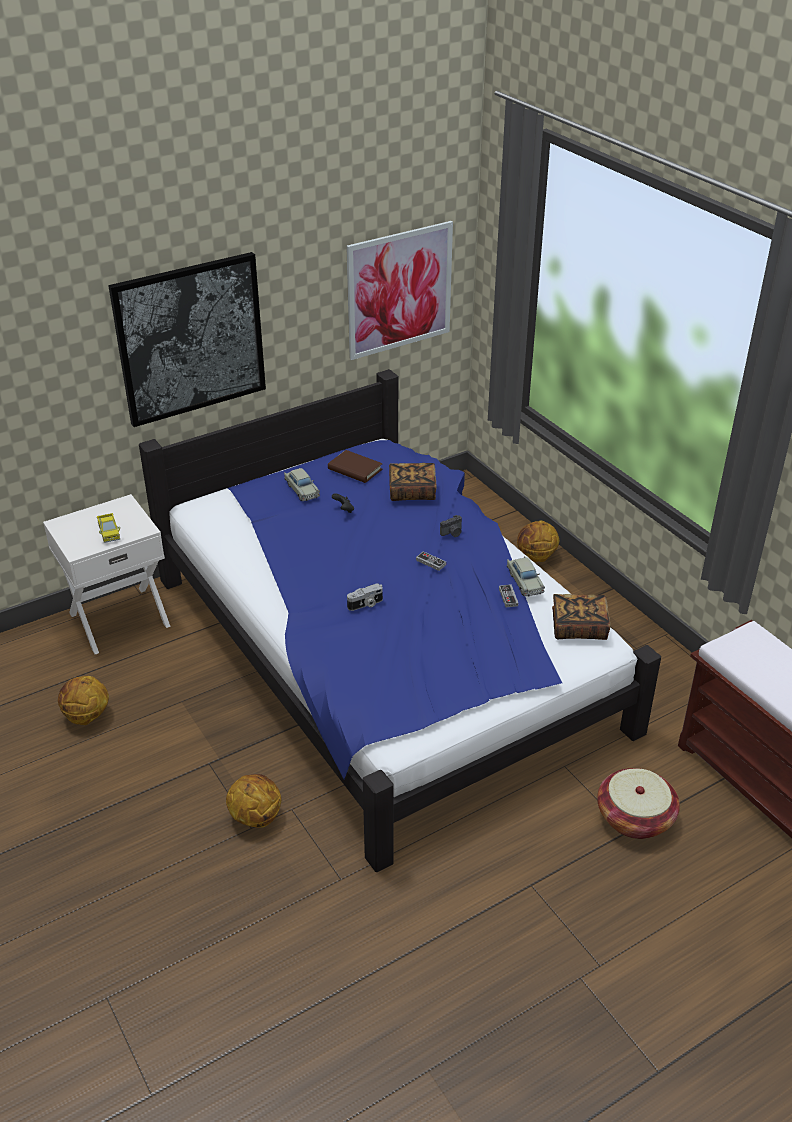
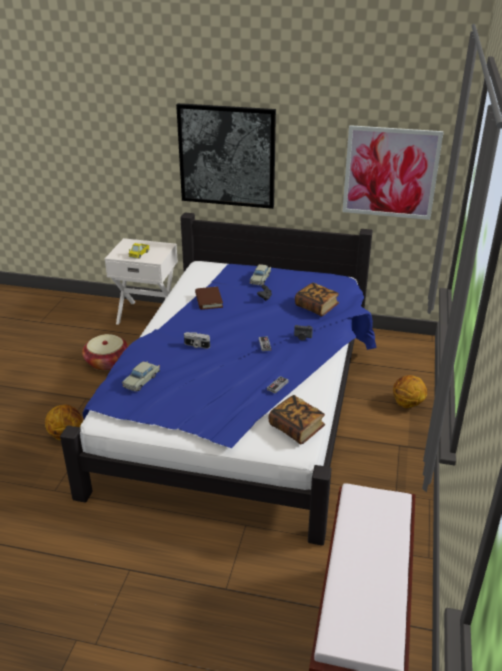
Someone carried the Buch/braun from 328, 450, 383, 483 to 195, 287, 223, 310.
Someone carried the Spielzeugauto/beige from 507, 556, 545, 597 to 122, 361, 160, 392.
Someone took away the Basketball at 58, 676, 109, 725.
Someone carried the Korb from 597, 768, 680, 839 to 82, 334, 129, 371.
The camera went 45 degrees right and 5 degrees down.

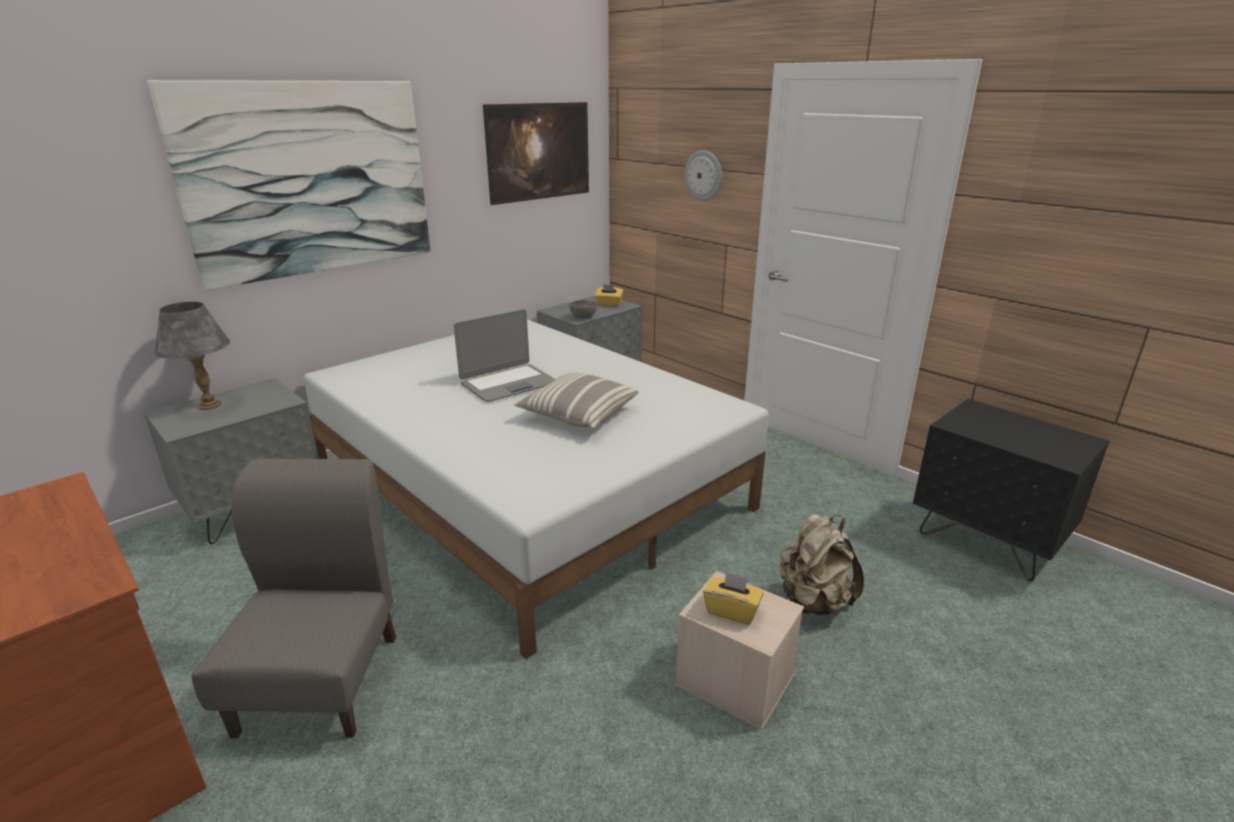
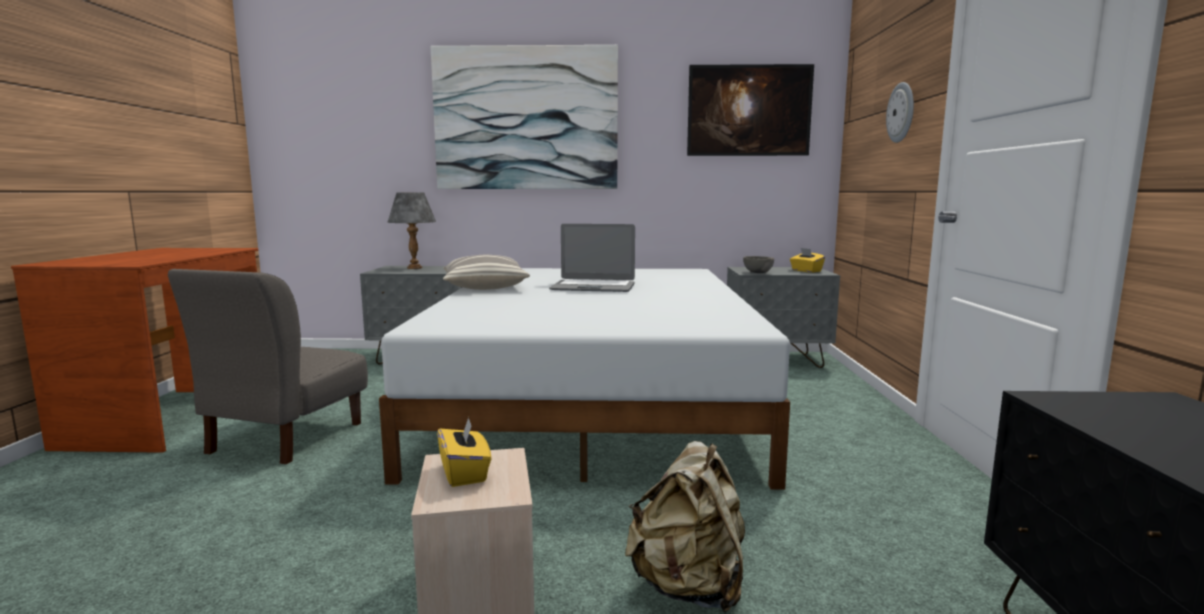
Someone carried the Kissen from 514, 372, 639, 429 to 443, 255, 530, 290.
Someone rotated the Stuhl/grau at 191, 458, 396, 738 by 150 degrees clockwise.
The camera went 45 degrees right and 15 degrees down.

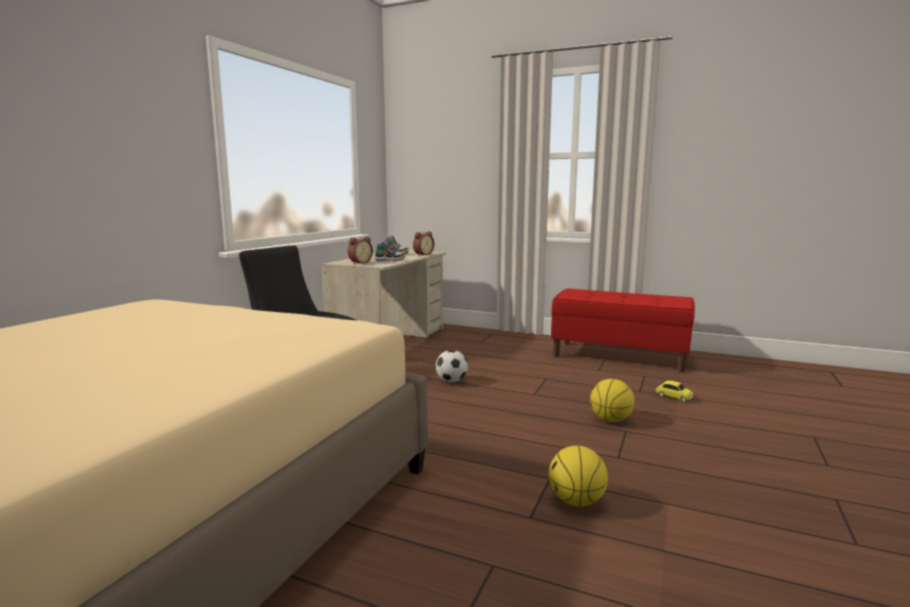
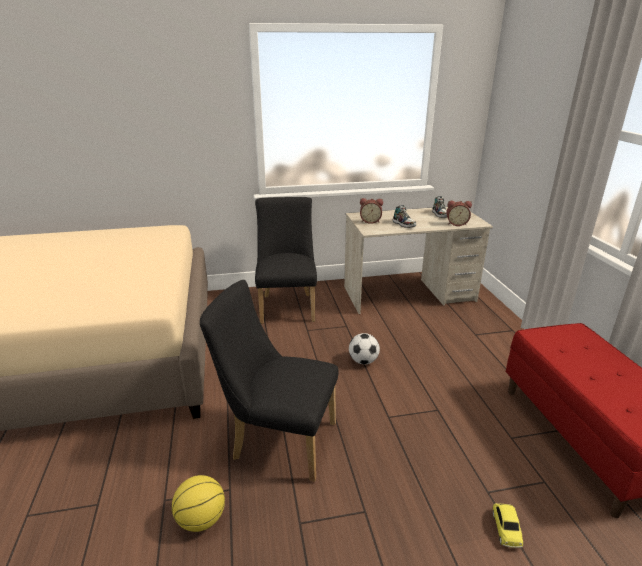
Someone took away the Basketball at 590, 379, 635, 422.
Someone put down the Stuhl/schwarz at 200, 280, 339, 482.
The camera went 55 degrees right and 15 degrees up.

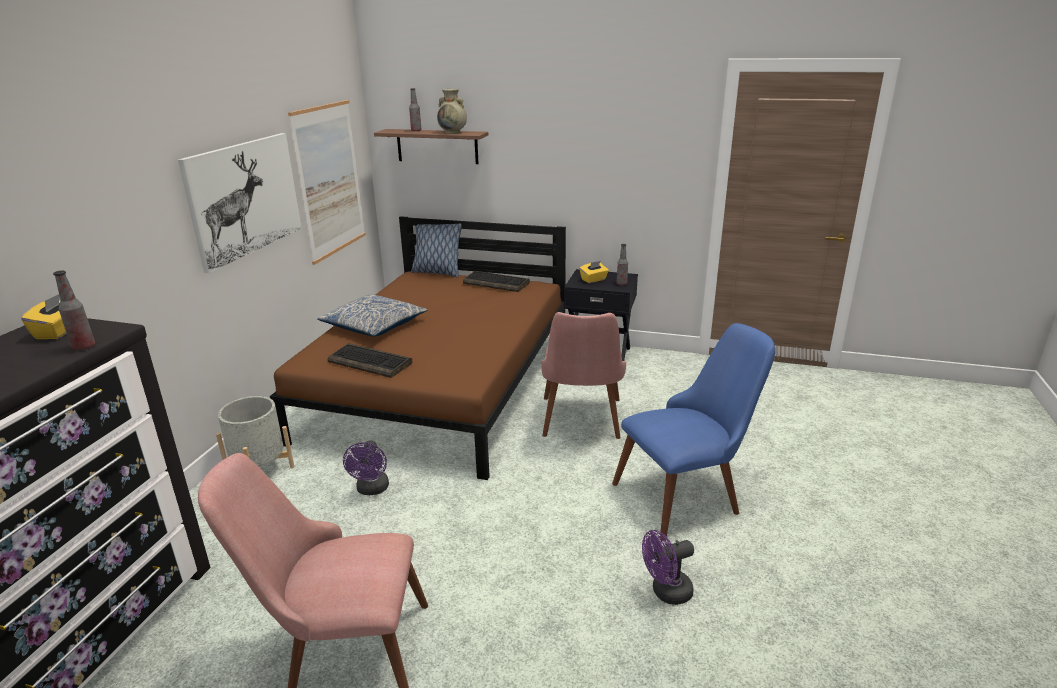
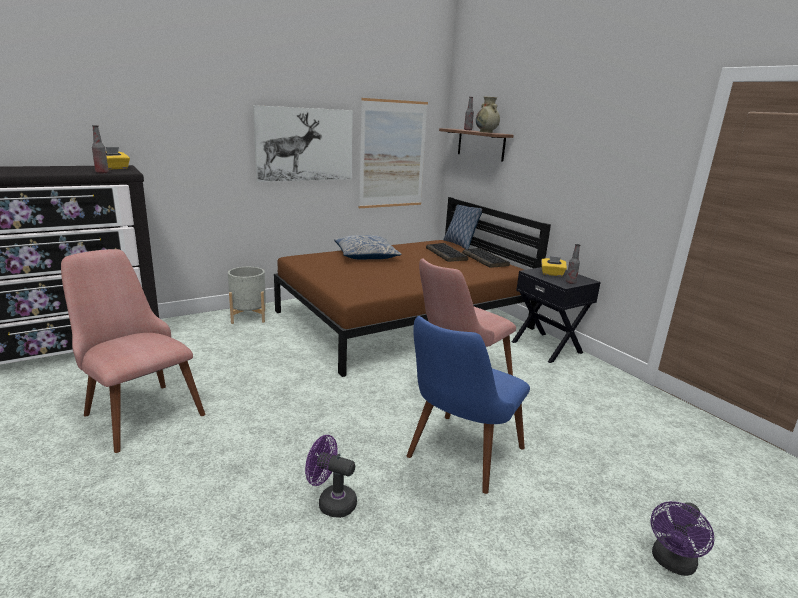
Someone rotated the Stuhl/blau at 612, 323, 775, 540 by 105 degrees clockwise.
Someone carried the Tastatur from 328, 343, 412, 378 to 426, 243, 468, 262.
Someone carried the Ventilator/lila from 343, 440, 389, 495 to 650, 501, 714, 576.
The camera went 40 degrees right and 5 degrees down.

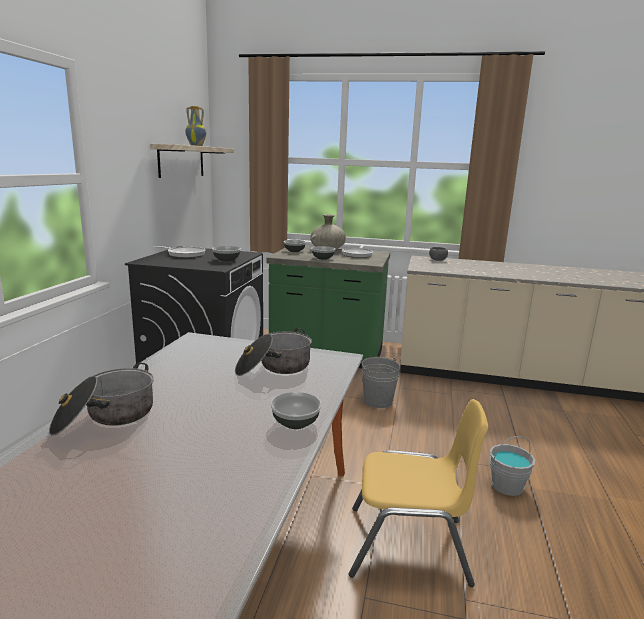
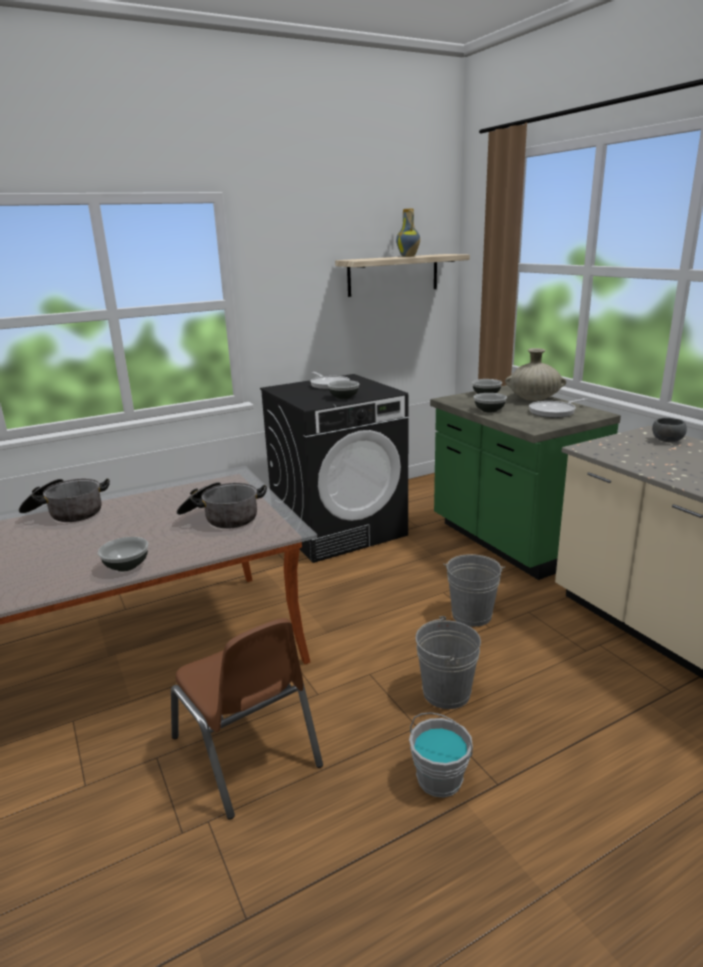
Someone repainted the Stuhl/gelb at 349, 399, 488, 587, which became the Stuhl/braun at 171, 618, 323, 820.
Someone put down the Eimer/grau at 415, 616, 481, 709.
The camera went 50 degrees right and 5 degrees up.

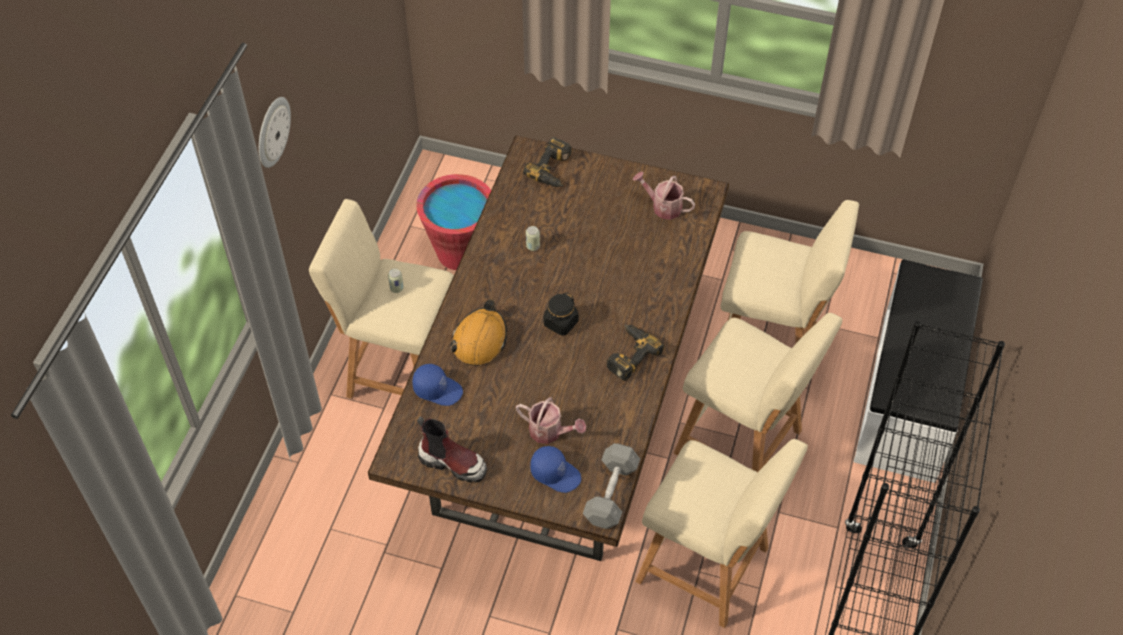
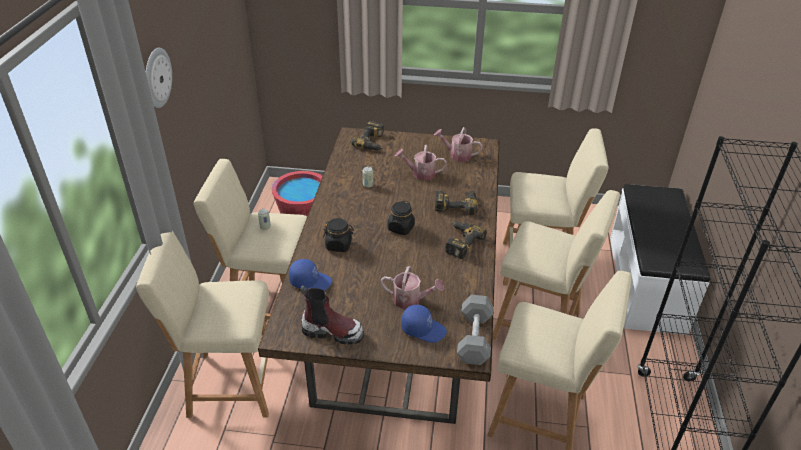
Someone swapped the Schutzhelm/orange at 450, 299, 507, 366 for the Vorratsglas/schwarz at 323, 218, 354, 252.
Someone put down the Gießkanne at 395, 145, 447, 181.
Someone put down the Bohrmaschine at 435, 190, 478, 215.
Someone put down the Hocker/beige at 136, 231, 269, 418.
The camera went 10 degrees left and 15 degrees down.

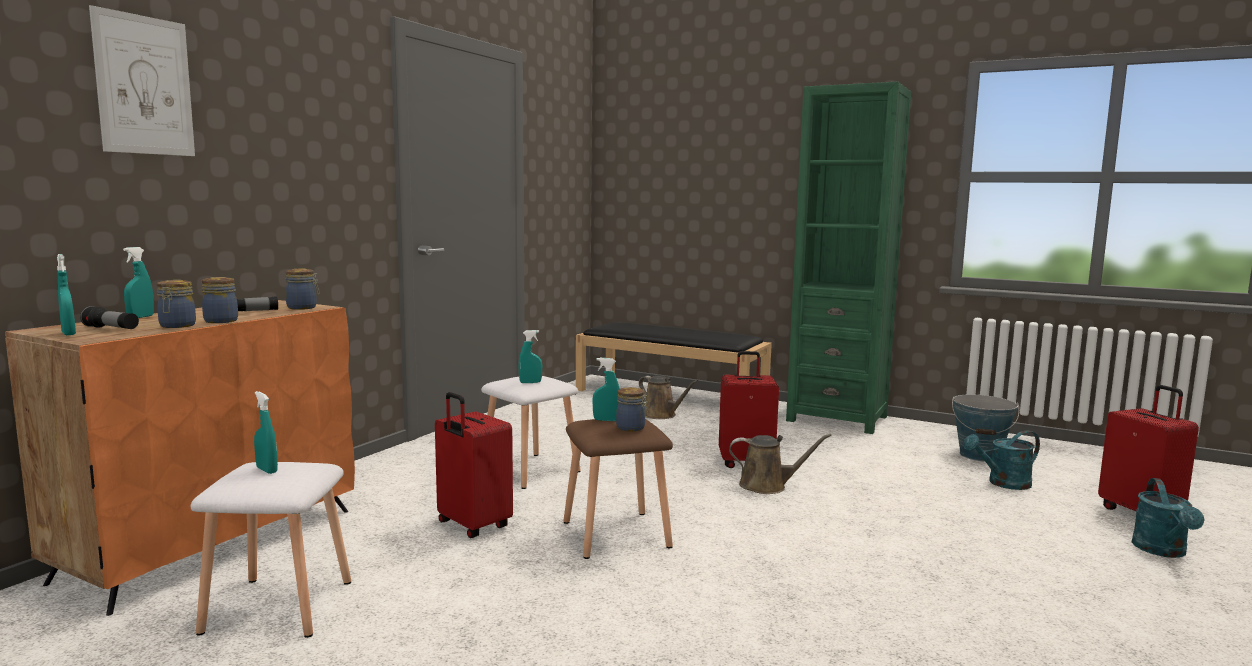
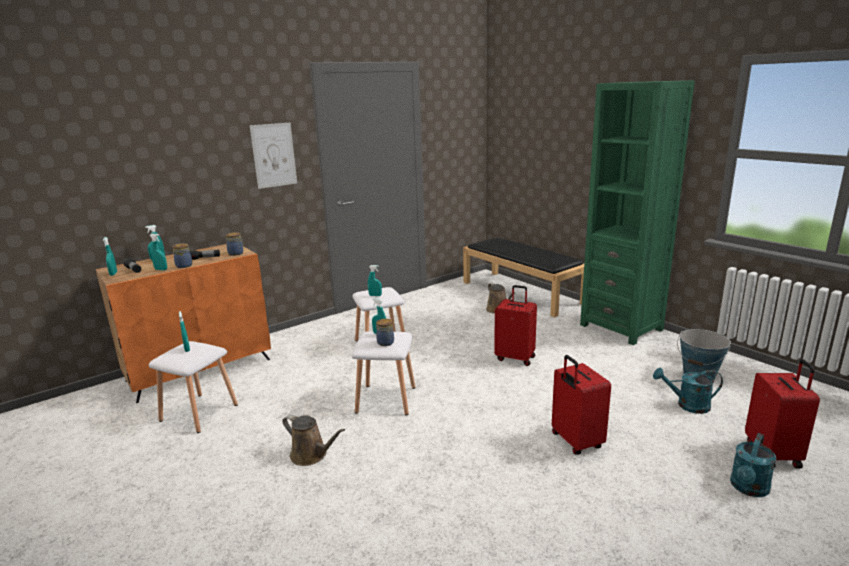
Someone carried the Bild from 89, 5, 195, 156 to 250, 123, 297, 189.
Someone swapped the Vorratsglas at 157, 280, 196, 328 for the Sprühflasche/türkis at 150, 234, 167, 271.
Someone carried the Koffer/rot from 435, 392, 513, 538 to 552, 355, 611, 455.
Someone repainted the Hocker/braun at 563, 419, 673, 559, which became the Hocker/weiß at 351, 331, 415, 415.
Someone carried the Gießkanne/braun from 729, 433, 832, 494 to 283, 414, 345, 466.
The camera went 25 degrees right and 10 degrees up.

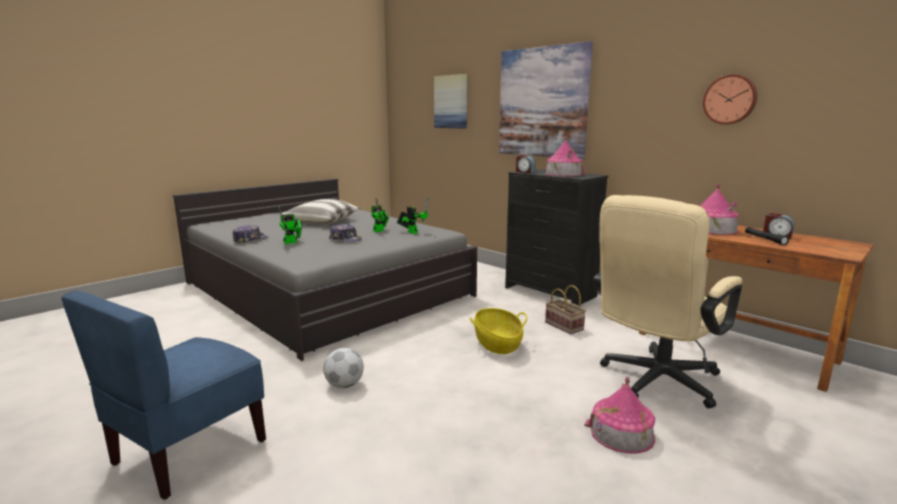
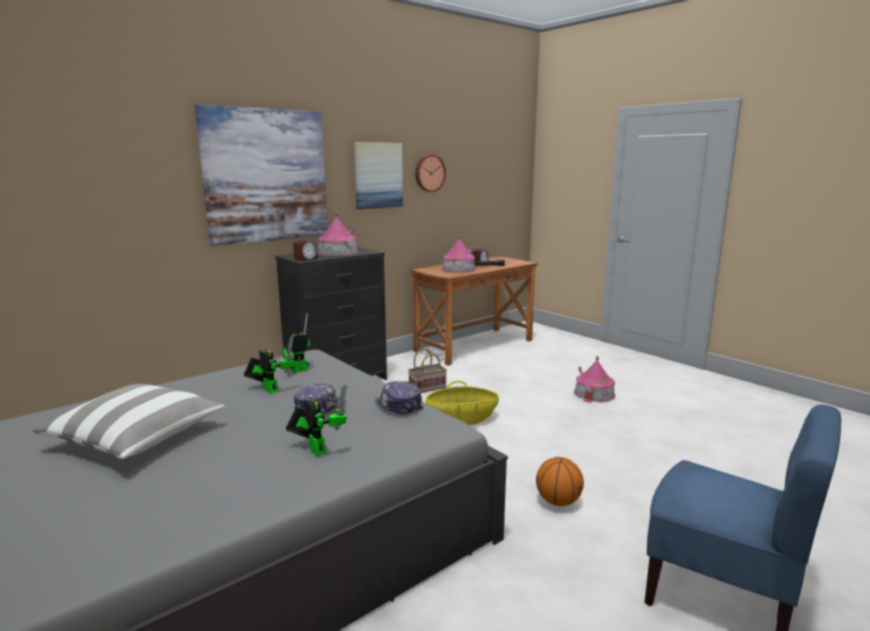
Someone carried the Bild from 434, 74, 467, 129 to 354, 142, 403, 209.
Someone took away the Bürostuhl/beige at 593, 195, 742, 408.
Someone carried the Kappe from 232, 225, 268, 244 to 375, 381, 423, 414.
Someone swapped the Fußball at 323, 348, 364, 389 for the Basketball at 536, 457, 584, 506.
The camera went 85 degrees left and 0 degrees up.

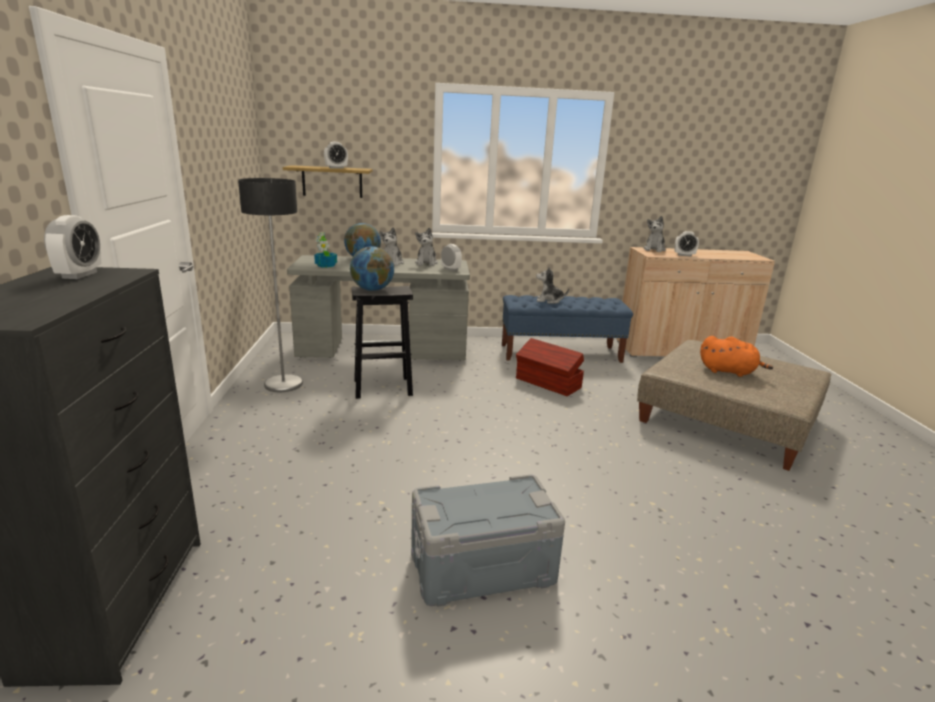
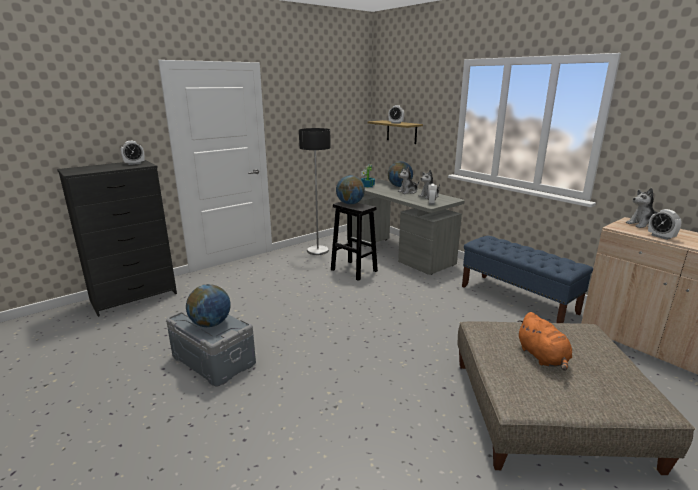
Someone took away the Plüschtier at 536, 267, 569, 304.
Someone took away the Aufbewahrungsbox/braun at 516, 338, 584, 396.
Someone put down the Globus at 186, 284, 230, 327.
The camera went 55 degrees right and 0 degrees up.

